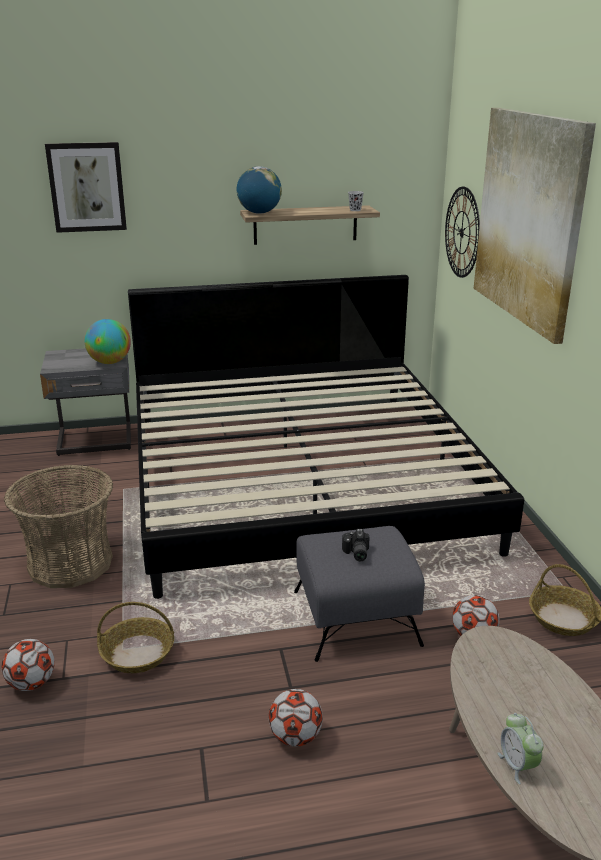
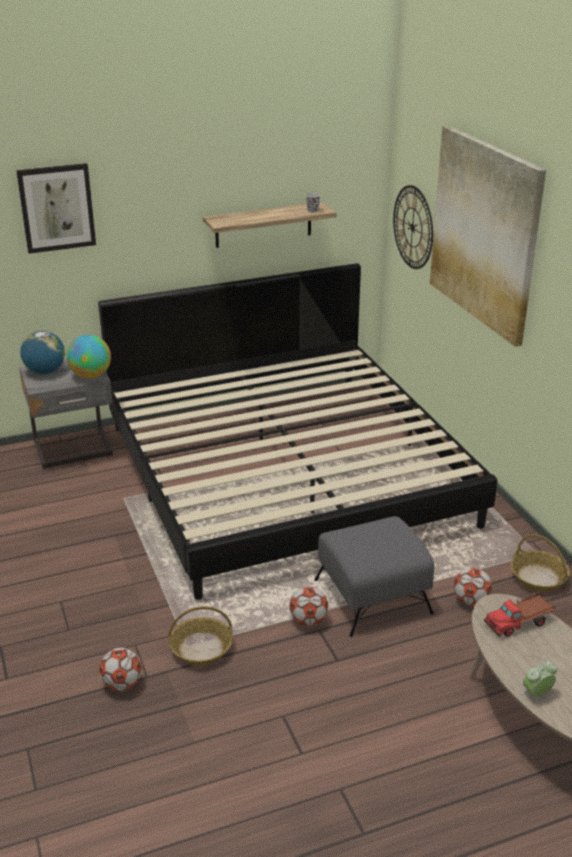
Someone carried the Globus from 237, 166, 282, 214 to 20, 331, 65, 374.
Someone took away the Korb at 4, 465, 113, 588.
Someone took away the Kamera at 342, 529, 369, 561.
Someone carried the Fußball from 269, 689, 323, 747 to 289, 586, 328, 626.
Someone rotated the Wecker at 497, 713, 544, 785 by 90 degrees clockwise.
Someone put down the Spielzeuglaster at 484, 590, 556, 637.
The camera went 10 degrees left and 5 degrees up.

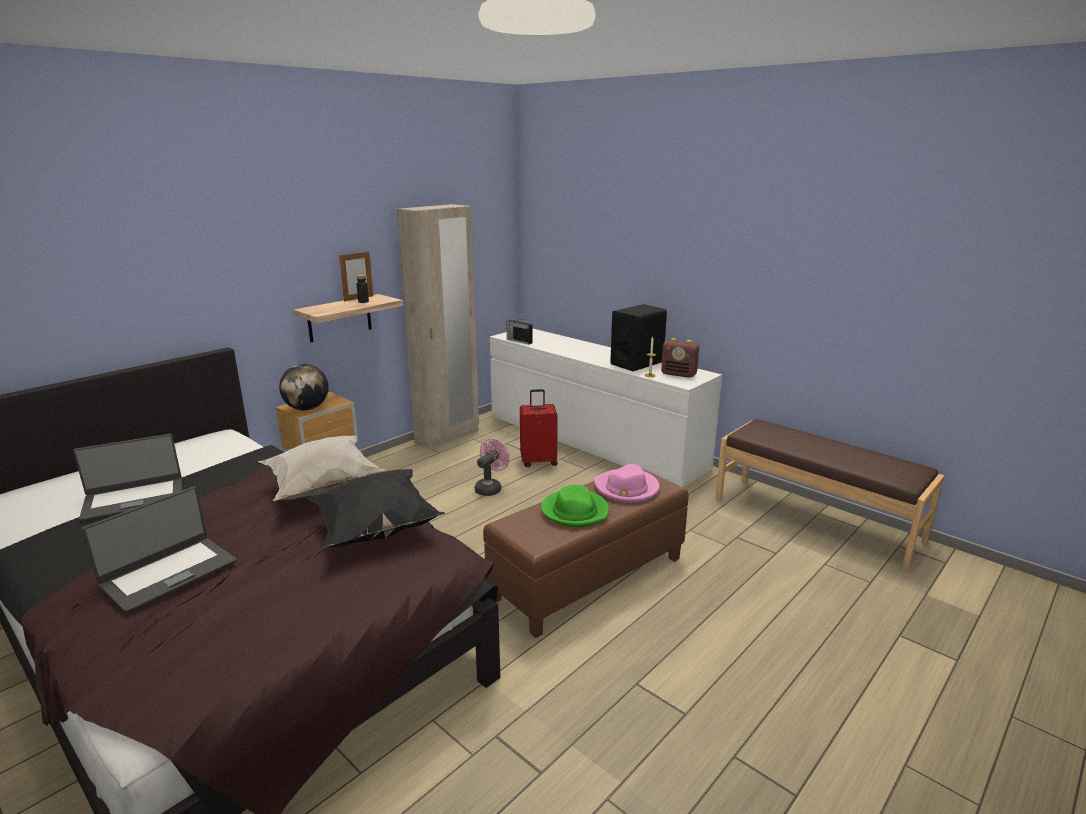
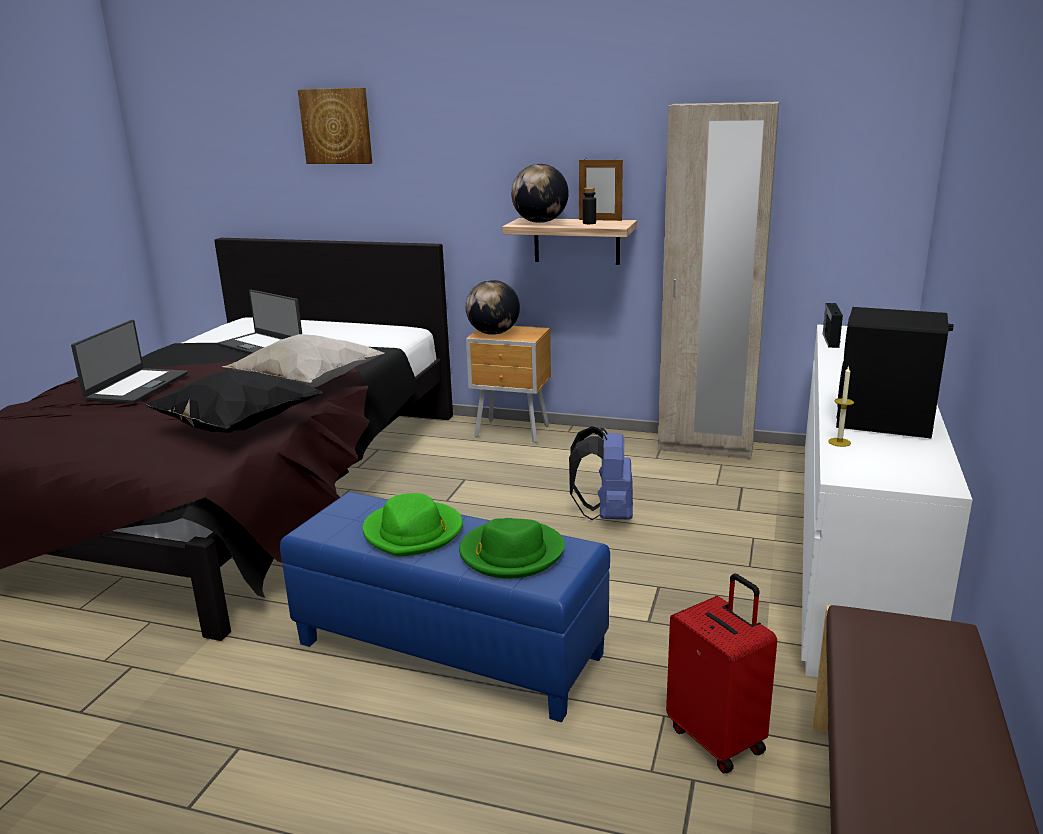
Someone took away the Radio at 661, 338, 699, 378.
Someone carried the Koffer/rot from 520, 389, 558, 467 to 666, 574, 777, 774.
Someone swapped the Ventilator/rosa at 475, 439, 510, 496 for the Rucksack/blau at 569, 426, 633, 520.
Someone repainted the Hut/rosa at 594, 464, 659, 503, which became the Hut/grün at 459, 518, 565, 578.
Someone repainted the Polsterhocker/braun at 483, 468, 689, 638, which became the Polsterhocker/blau at 280, 492, 610, 722.
Someone rotated the Laptop at 82, 486, 237, 613 by 90 degrees counterclockwise.
Someone put up the Bild at 298, 88, 372, 164.
Someone put down the Globus at 511, 164, 569, 223.
The camera went 65 degrees right and 0 degrees up.

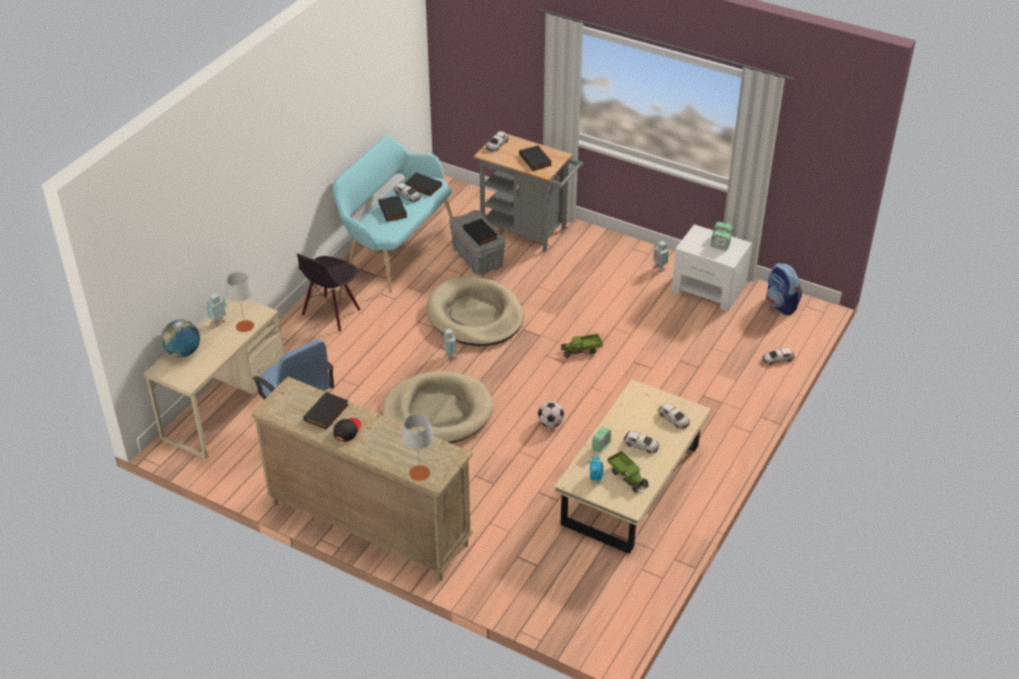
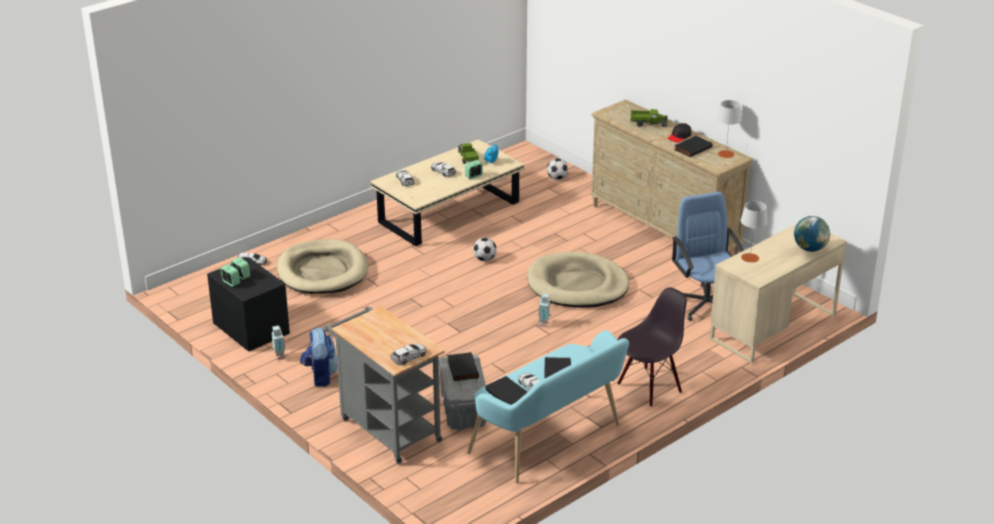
Someone took away the Buch/schwarz at 519, 146, 552, 171.
Someone repainted the Nachttisch/weiß at 671, 224, 752, 311, which became the Nachttisch/schwarz at 207, 257, 290, 352.
Someone carried the Rucksack from 766, 263, 802, 315 to 300, 328, 338, 387.
Someone carried the Hundebett/beige from 426, 276, 524, 346 to 277, 239, 368, 294.
Someone took away the Spielzeugroboter at 207, 293, 226, 327.
Someone carried the Spielzeuglaster from 561, 333, 603, 358 to 631, 109, 668, 127.
Someone carried the Tischlampe/grau from 402, 414, 434, 481 to 717, 100, 742, 158.
Someone put down the Fußball at 547, 158, 568, 180.
The camera went 160 degrees left and 10 degrees down.

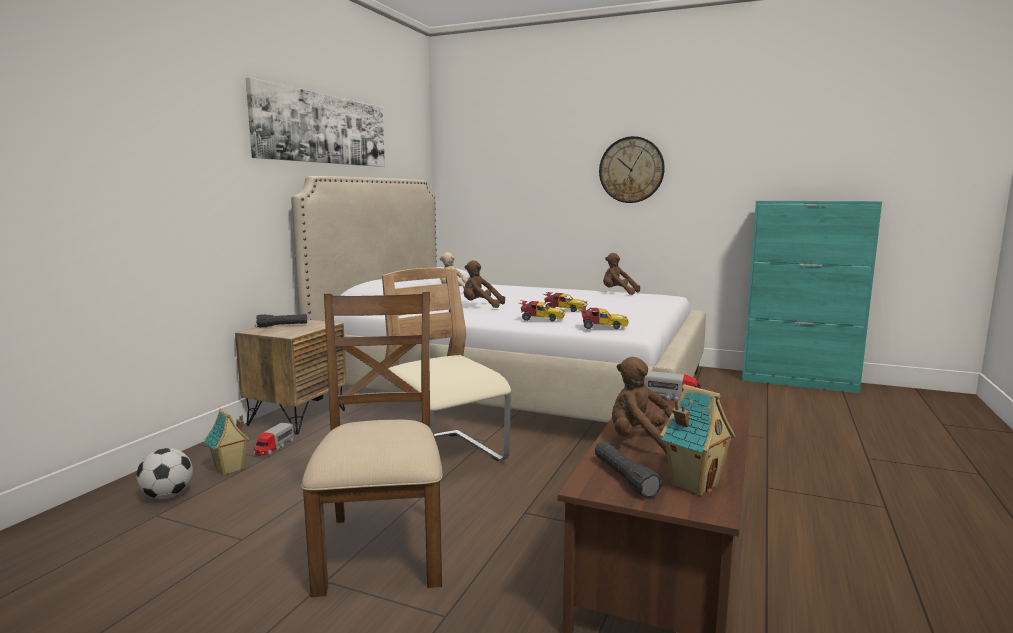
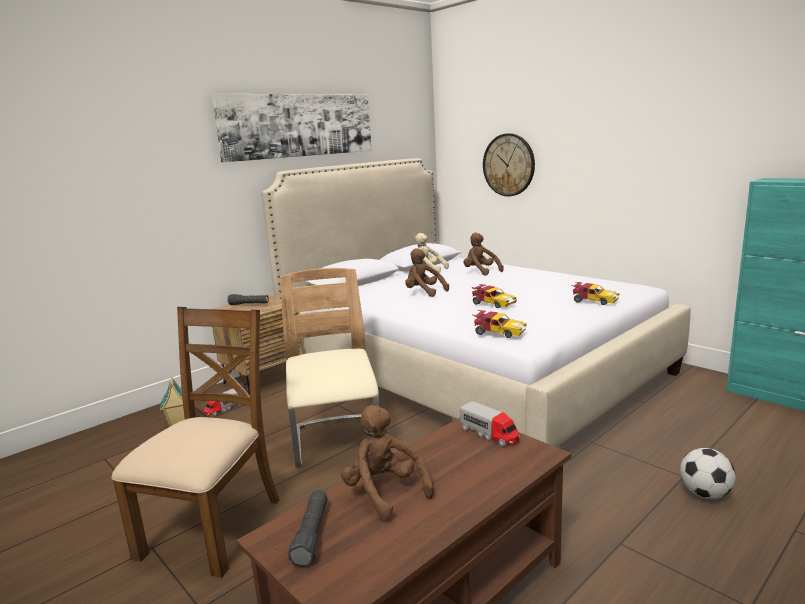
Someone carried the Wanduhr from 599, 136, 665, 203 to 483, 133, 535, 196.
Someone carried the Plüschtier/braun from 603, 253, 640, 295 to 463, 232, 504, 276.
Someone carried the Spielzeugauto from 519, 301, 565, 321 to 572, 282, 620, 305.
Someone took away the Spielzeughaus at 660, 384, 735, 496.
Someone carried the Fußball from 136, 448, 193, 499 to 680, 448, 736, 499.
The camera went 25 degrees right and 5 degrees up.

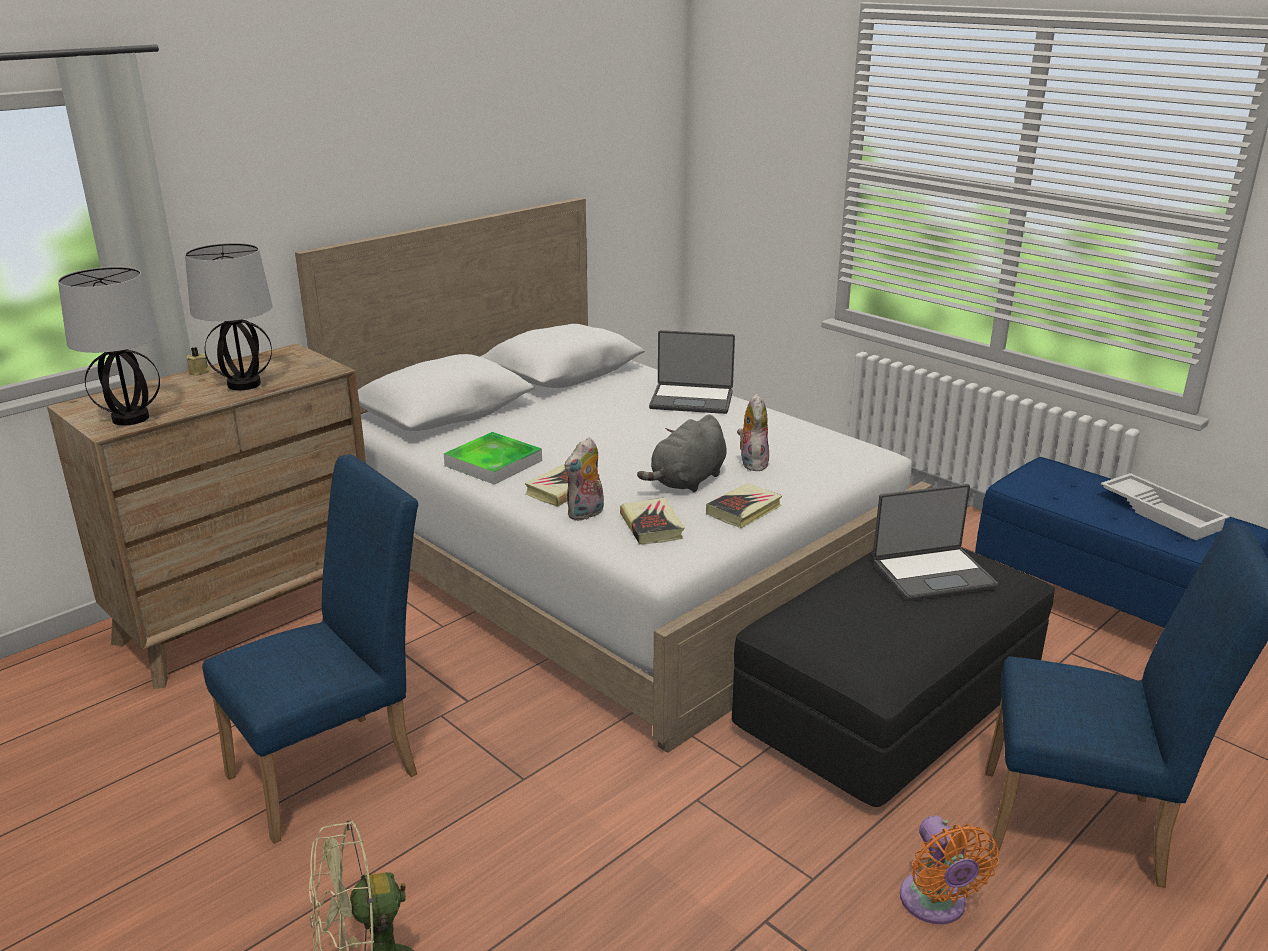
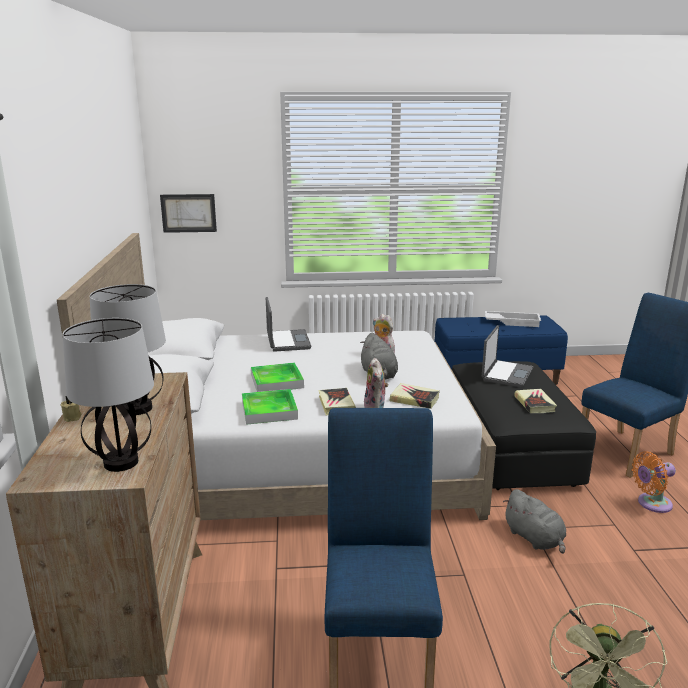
Someone rotated the Laptop at 649, 330, 735, 414 by 60 degrees counterclockwise.
Someone carried the Buch from 706, 483, 783, 528 to 514, 389, 557, 413.
Someone rotated the Ventilator/orange at 900, 815, 999, 924 by 135 degrees clockwise.
Someone put up the Bild at 160, 194, 217, 233.
Someone put down the Tablett at 251, 362, 304, 392.
Someone put down the Plüschtier/grau at 503, 489, 566, 554.
The camera went 50 degrees left and 5 degrees down.

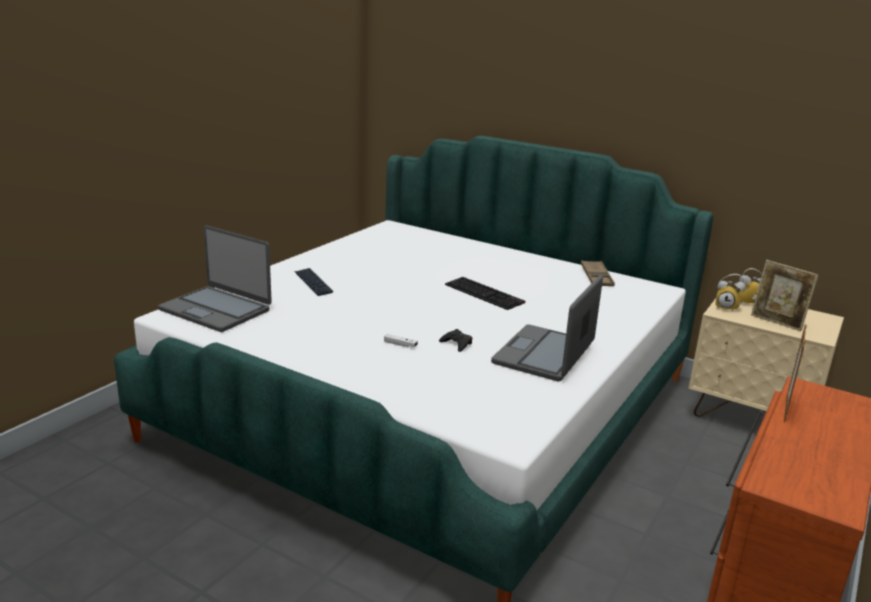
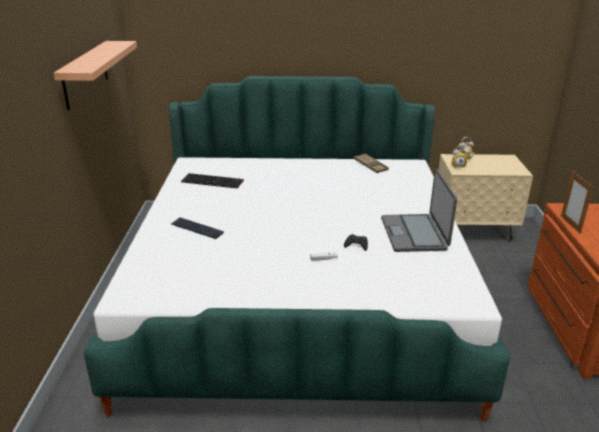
Someone took away the Laptop at 158, 225, 272, 332.
Someone took away the Bilderrahmen at 751, 260, 818, 331.
Someone carried the Tastatur from 445, 277, 525, 310 to 181, 173, 244, 189.
Someone put up the Wandregal at 53, 41, 137, 110.
The camera went 30 degrees left and 5 degrees up.

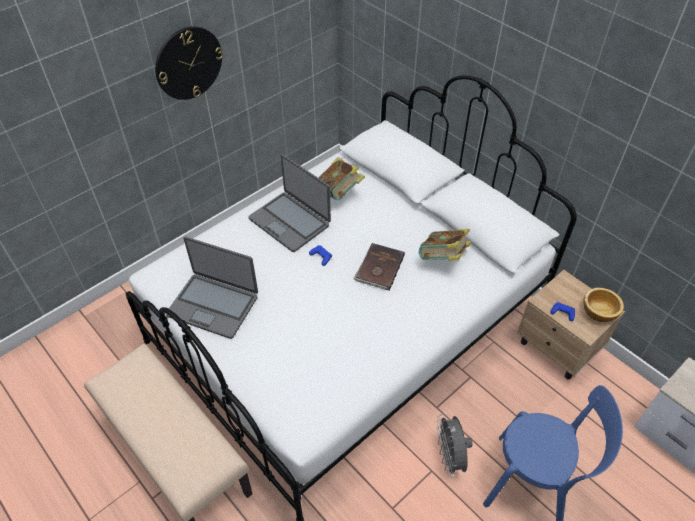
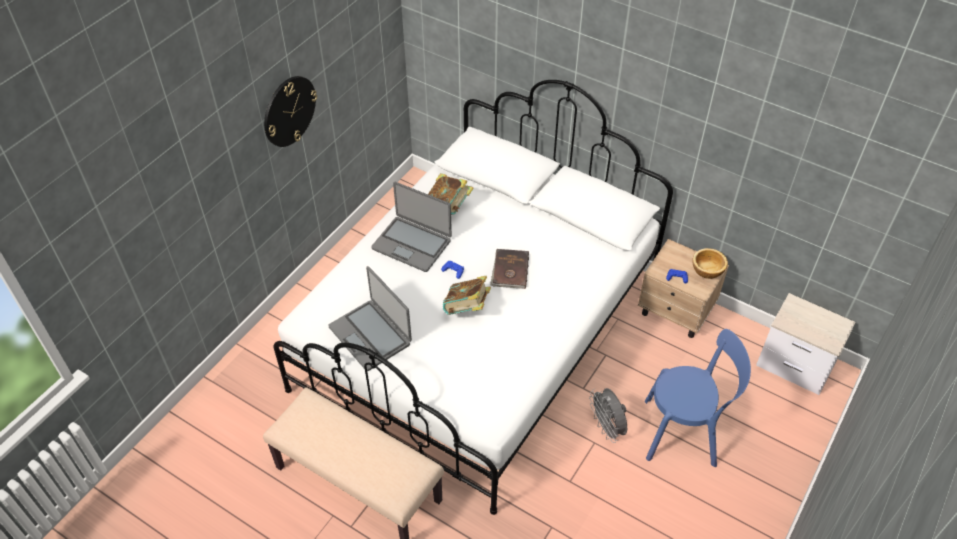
Someone carried the Buch from 419, 229, 471, 260 to 443, 276, 491, 315.
Someone rotated the Laptop at 166, 237, 258, 339 by 45 degrees clockwise.
The camera went 15 degrees left and 0 degrees up.

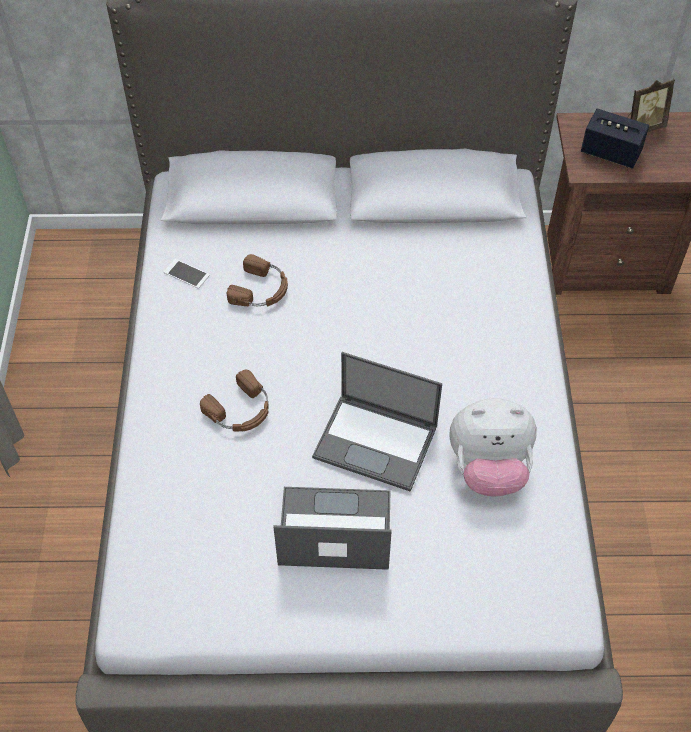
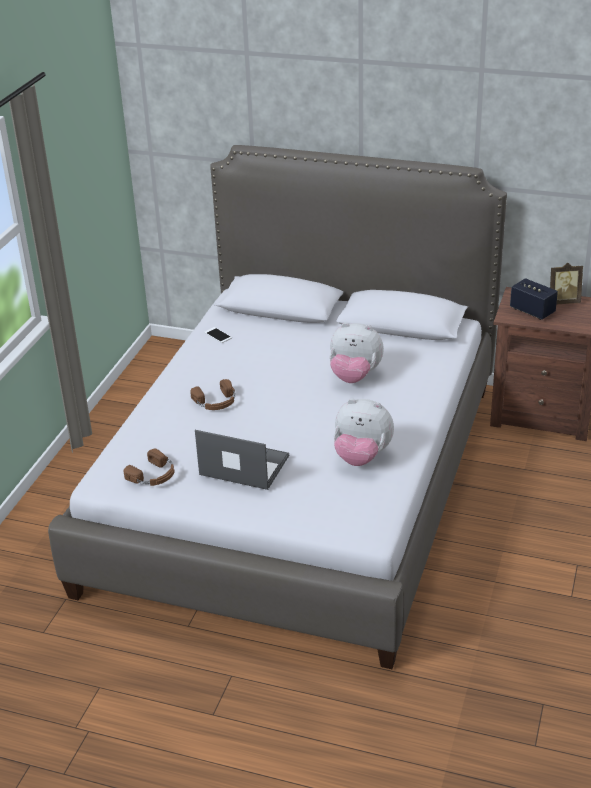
Someone carried the Kopfhörer/braun from 227, 254, 288, 306 to 124, 449, 175, 486.
Someone took away the Laptop at 312, 352, 442, 492.
Someone put down the Plüschtier at 329, 322, 384, 383.
The camera went 20 degrees right and 20 degrees down.

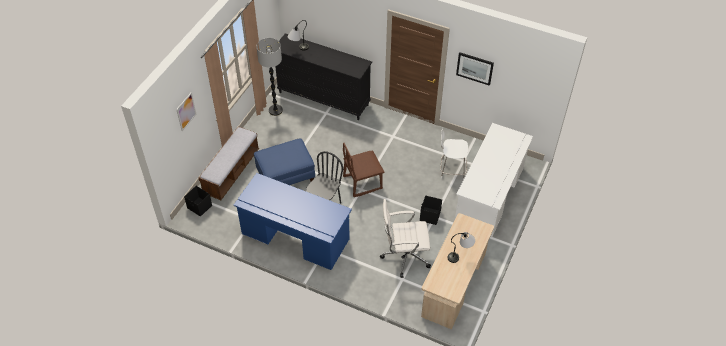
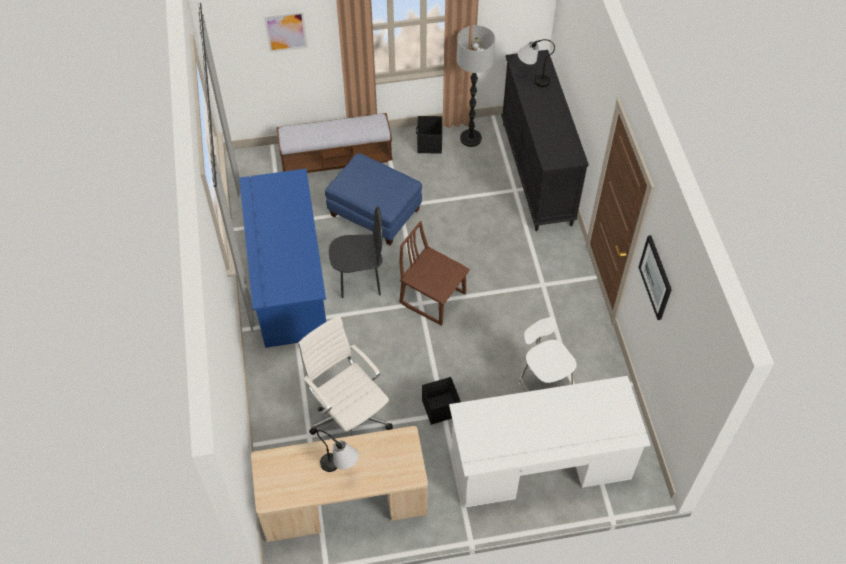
Someone carried the Aufbewahrungsbox/schwarz from 184, 186, 212, 217 to 416, 116, 442, 153.
The camera went 55 degrees right and 5 degrees up.

